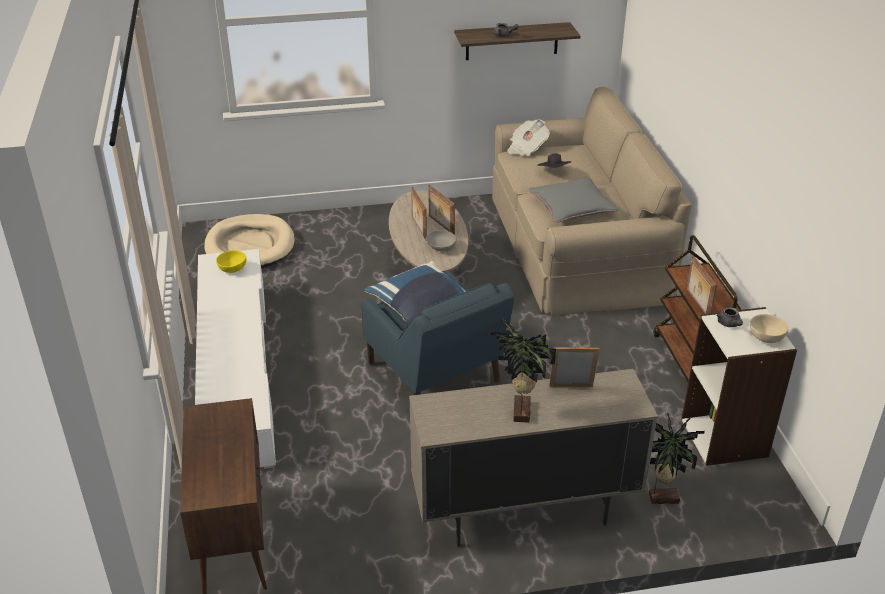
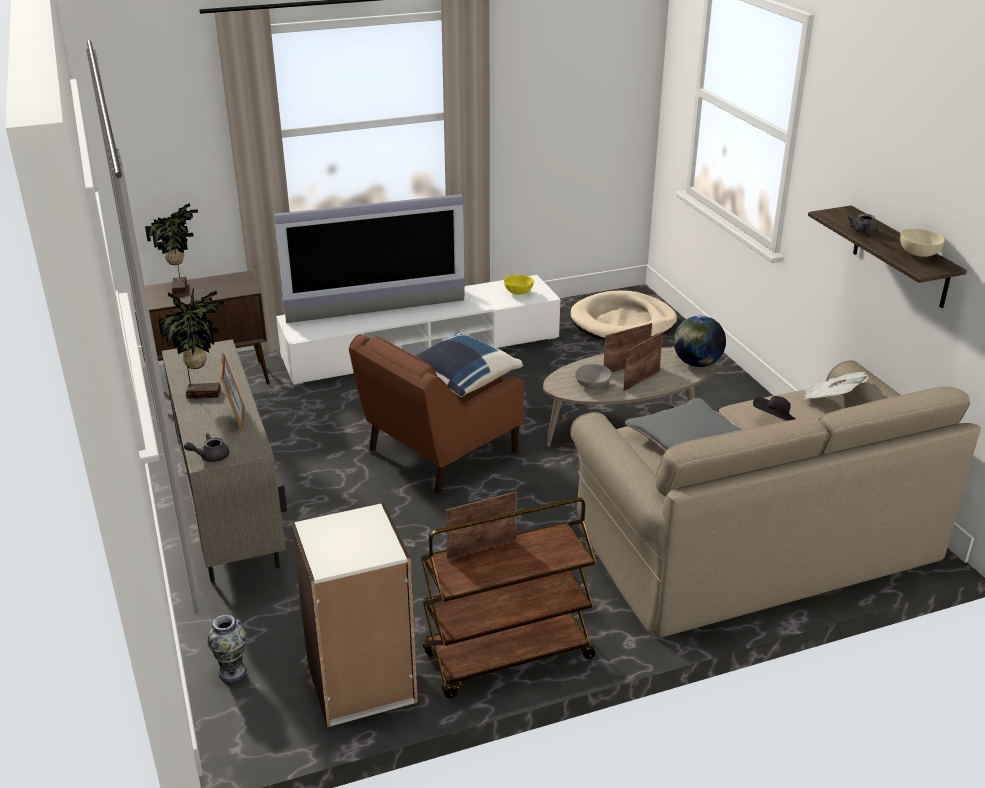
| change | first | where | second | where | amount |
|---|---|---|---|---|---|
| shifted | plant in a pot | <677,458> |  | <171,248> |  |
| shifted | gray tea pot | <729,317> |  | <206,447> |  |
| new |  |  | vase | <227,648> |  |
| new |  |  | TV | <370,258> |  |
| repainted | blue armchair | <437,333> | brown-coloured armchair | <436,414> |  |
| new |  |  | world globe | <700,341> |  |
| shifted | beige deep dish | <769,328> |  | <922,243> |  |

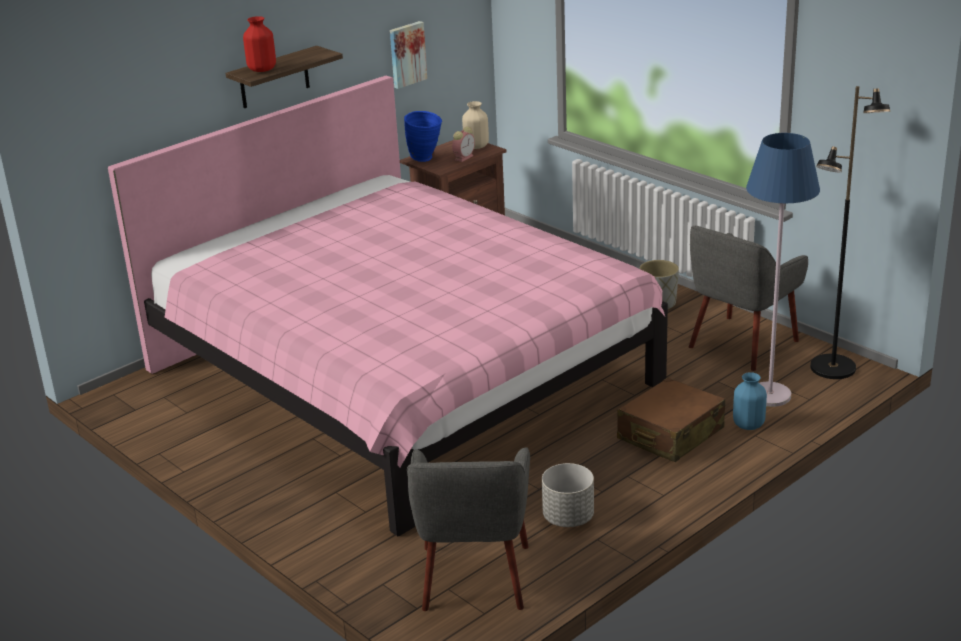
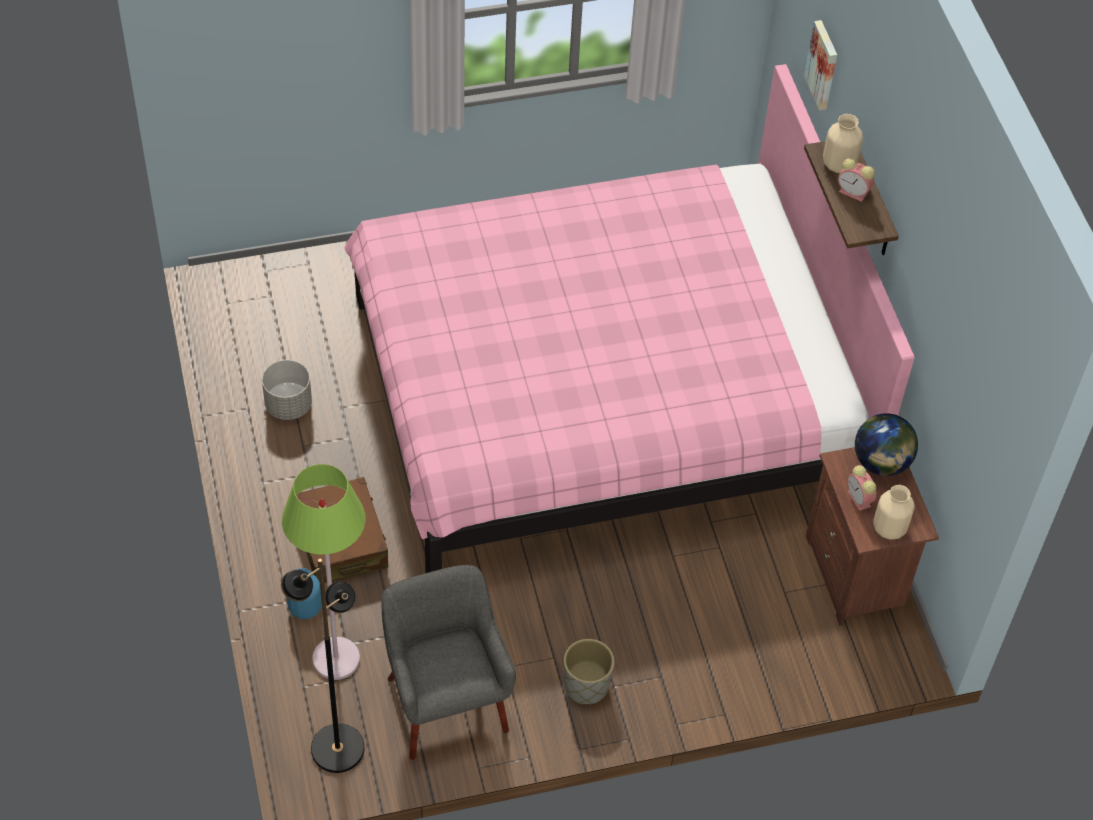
| change | first | where | second | where | amount |
|---|---|---|---|---|---|
| repainted | blue standard lamp | <783,270> | green standard lamp | <323,572> |  |
| shifted | picture | <408,55> |  | <820,65> |  |
| repainted | red vase | <259,44> | beige vase | <843,143> |  |
| new |  |  | alarm clock | <856,180> |  |
| swapped | blue vase | <423,136> | world globe | <886,444> |  |
| gone | gray armchair | <468,529> |  |  |  |

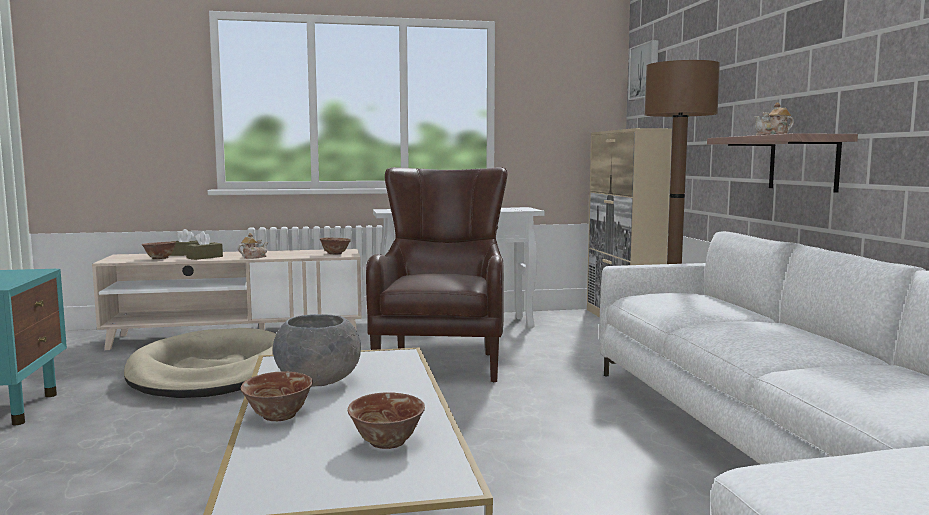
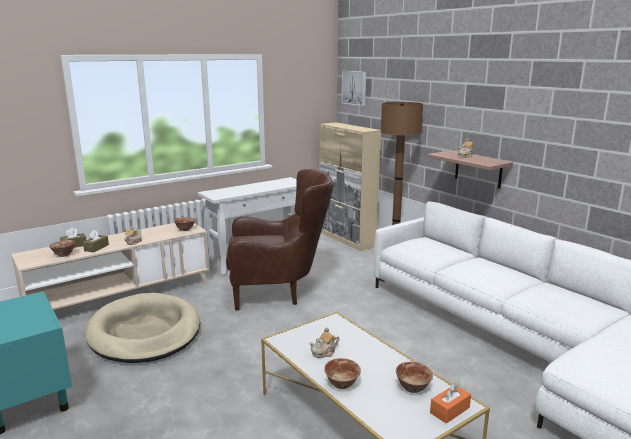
| change | first | where | second | where | amount |
|---|---|---|---|---|---|
| rotated | brown-coloured armchair | <437,274> |  | <280,239> | 105 degrees clockwise |
| swapped | gray deep dish | <317,350> | tea pot | <324,342> |  |
| new |  |  | orange tissue box | <450,403> |  |

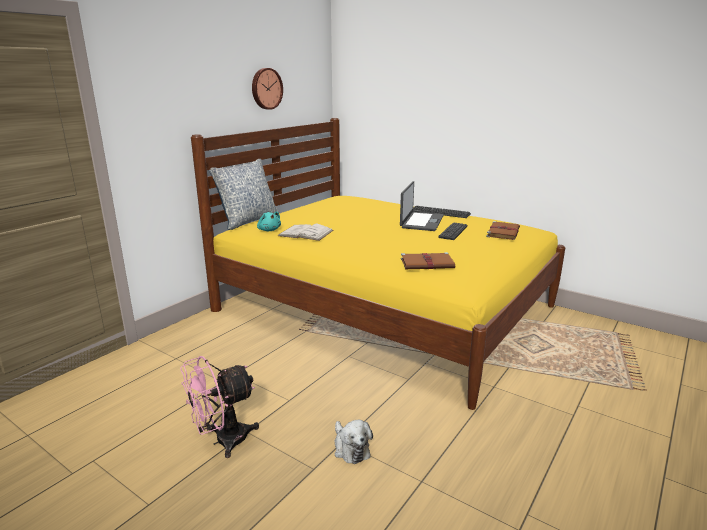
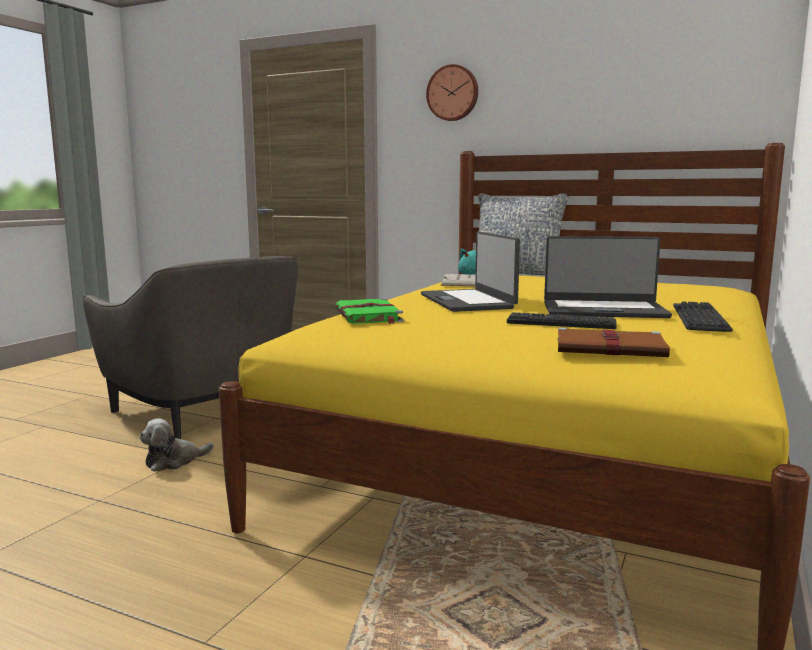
| change | first | where | second | where | amount |
|---|---|---|---|---|---|
| swapped | pinkish electric fan | <219,407> | gray armchair | <190,347> |  |
| repainted | brown-coloured book | <428,260> | green book | <370,311> |  |
| new |  |  | notebook computer | <470,271> |  |
| shifted | clock on the wall | <267,89> |  | <452,92> |  |

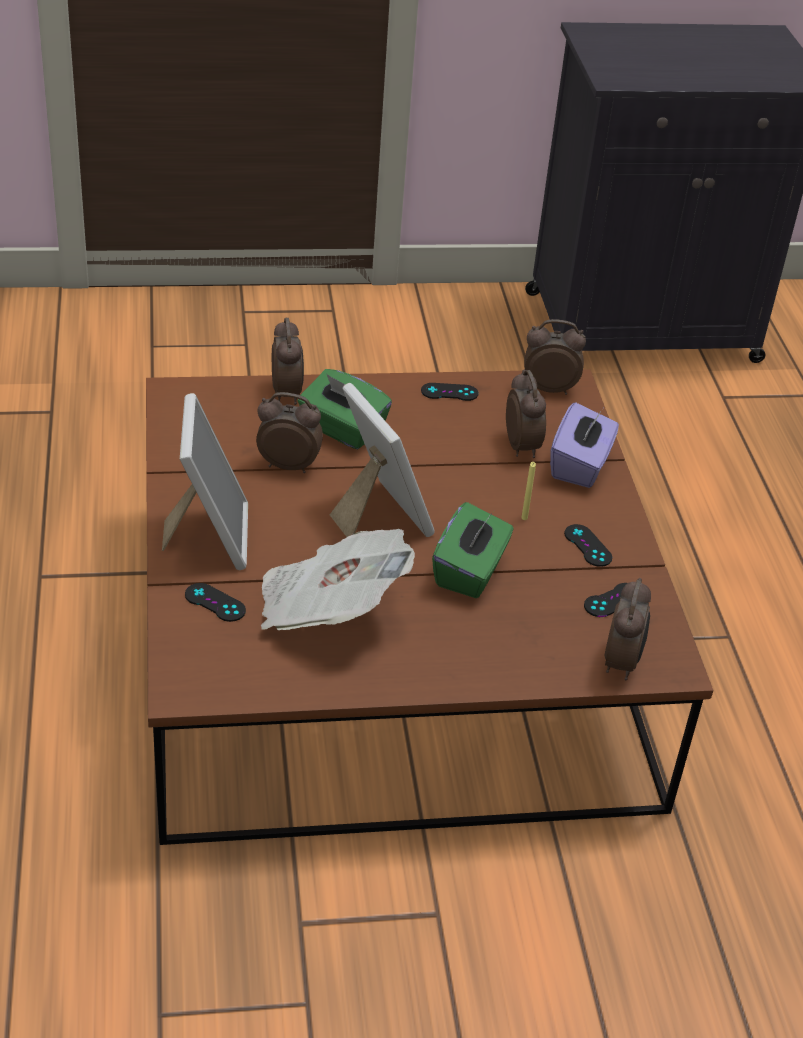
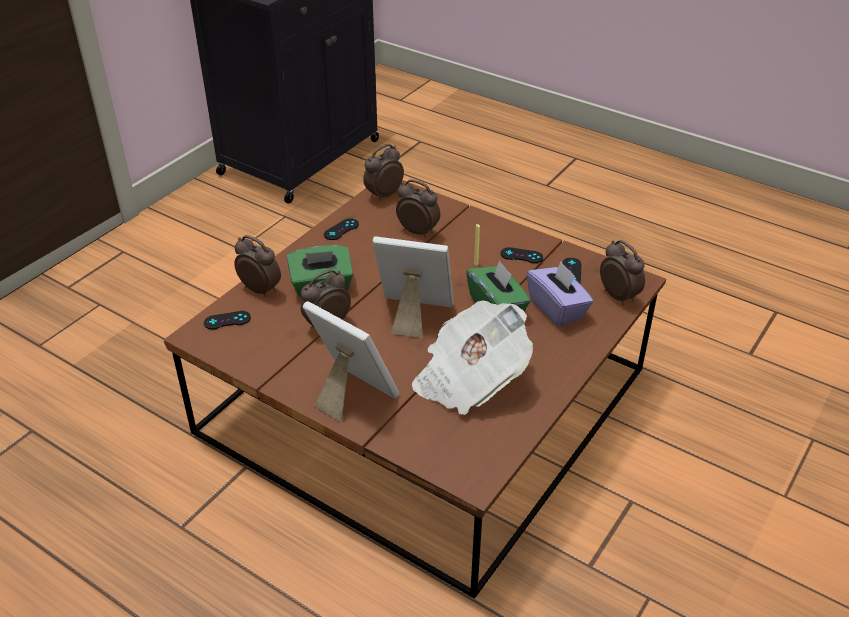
| change | first | where | second | where | amount |
|---|---|---|---|---|---|
| shifted | black game controller | <215,602> |  | <227,320> |  |
| shifted | purple-coloured tissue box | <584,445> |  | <560,294> |  |

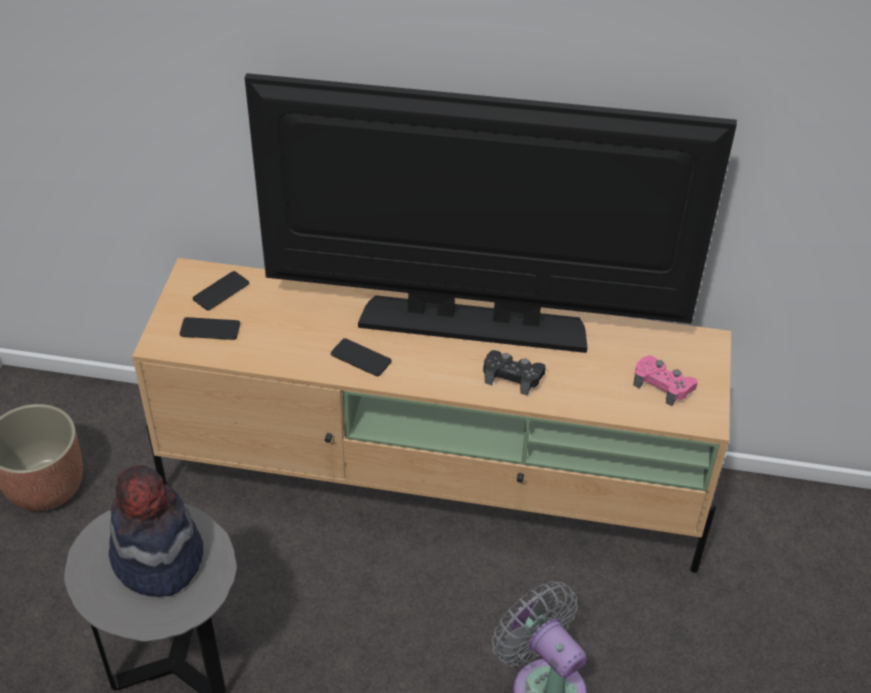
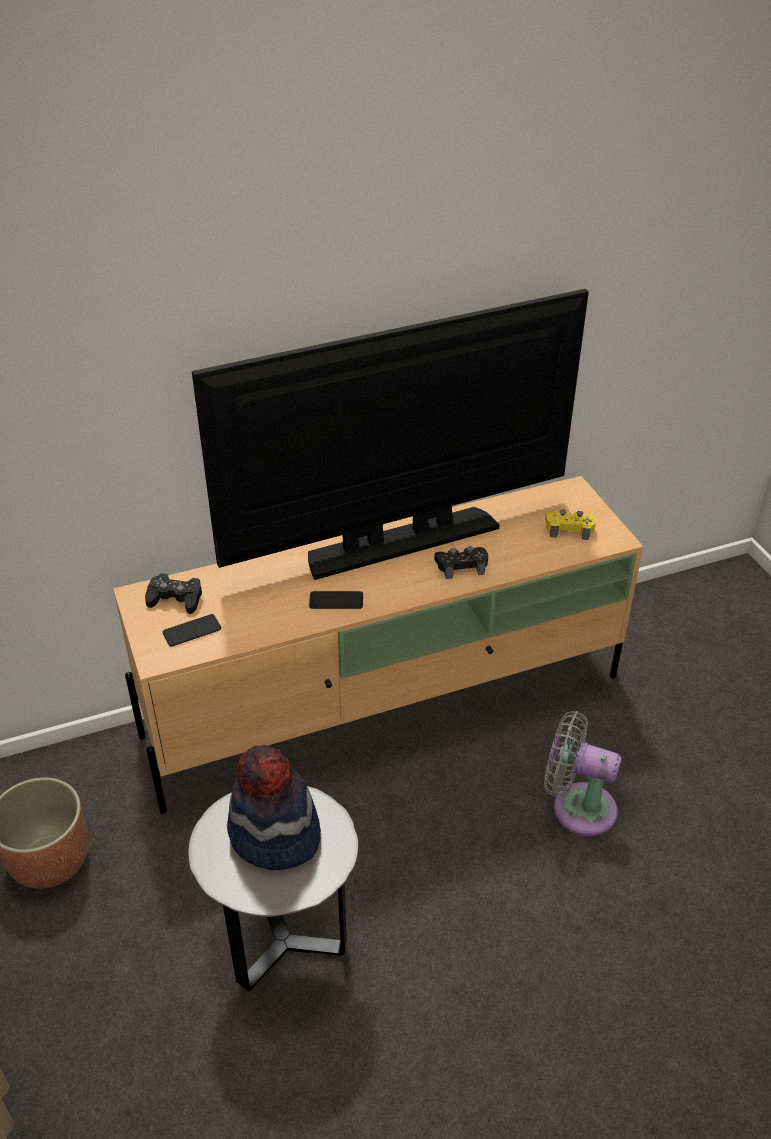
| change | first | where | second | where | amount |
|---|---|---|---|---|---|
| swapped | telephone | <221,290> | black game controller | <173,593> |  |
| repainted | pinkish game controller | <665,380> | yellow game controller | <570,524> |  |

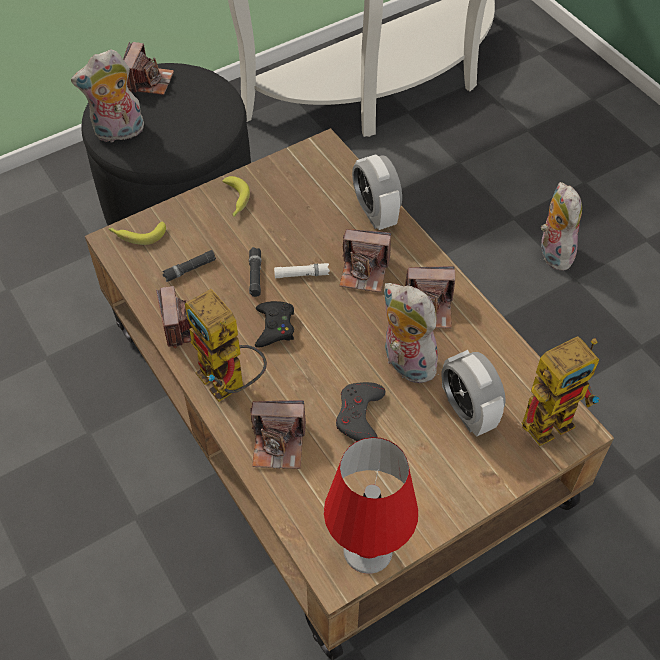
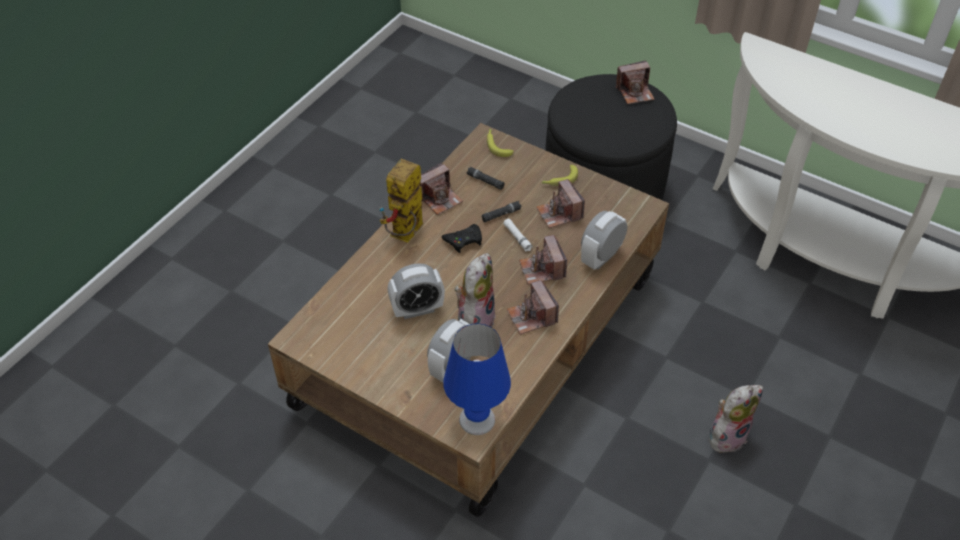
| change | first | where | second | where | amount |
|---|---|---|---|---|---|
| swapped | gray game controller | <360,411> | alarm clock | <416,291> |  |
| swapped | model robot | <561,391> | blue tabletop lamp | <477,379> |  |
| shifted | photo camera | <278,434> |  | <560,203> |  |
| gone | plush toy | <107,96> |  |  |  |
| gone | red tabletop lamp | <371,505> |  |  |  |

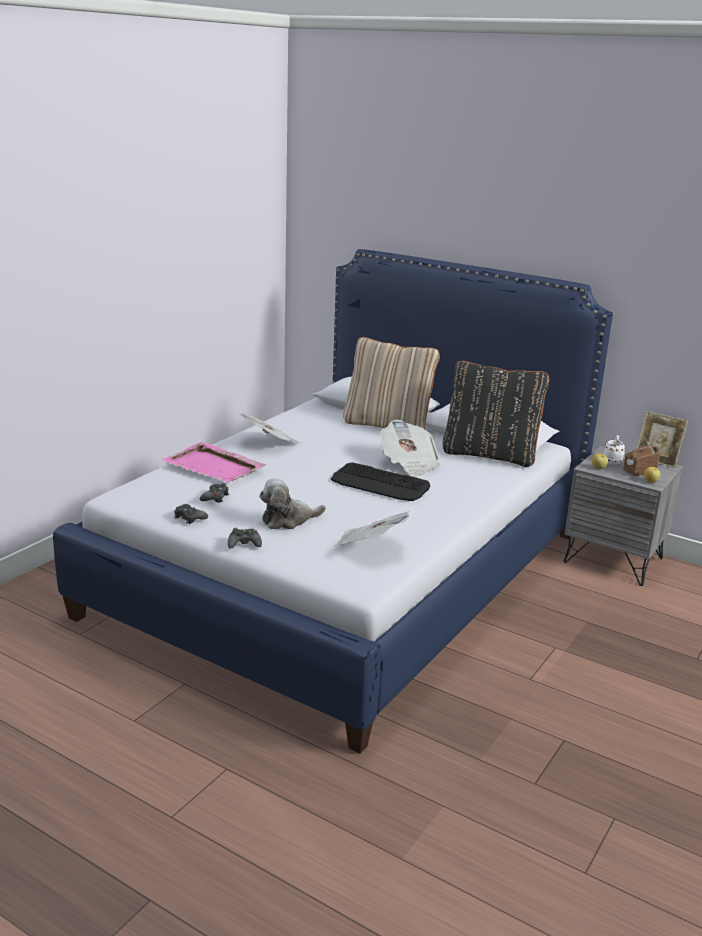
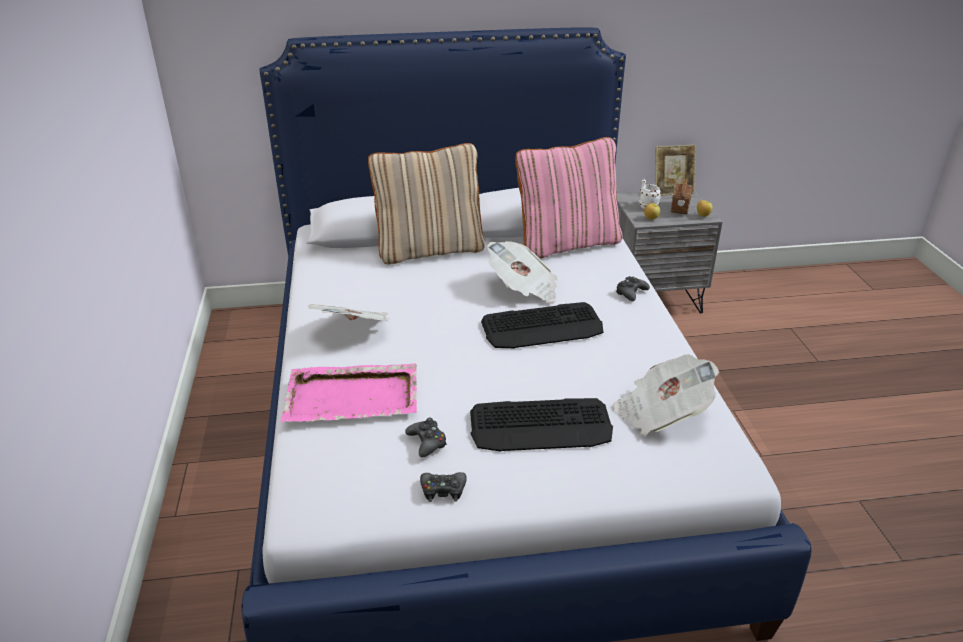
| change | first | where | second | where | amount |
|---|---|---|---|---|---|
| swapped | plush toy | <292,504> | computer keyboard | <541,425> |  |
| repainted | black pillow | <495,414> | pinkish pillow | <568,198> |  |
| shifted | black game controller | <245,538> |  | <633,288> |  |

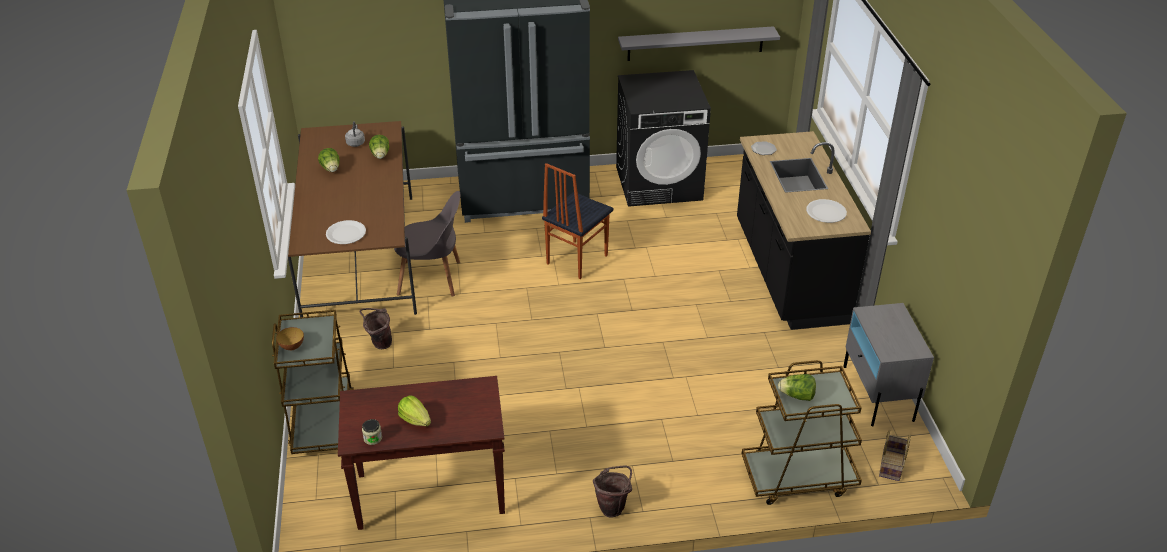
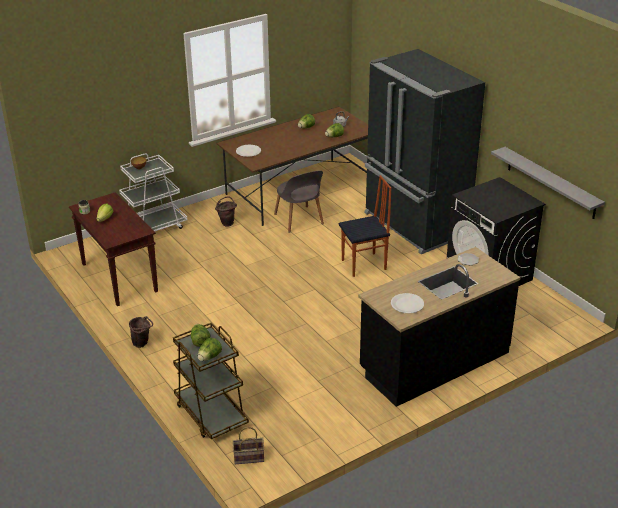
| change | first | where | second | where | amount |
|---|---|---|---|---|---|
| repainted | brown-coloured trolley | <313,382> | white-coloured trolley | <153,192> |  |
| new |  |  | lettuce head | <210,349> |  |
| rotated | plain chair | <577,221> |  | <365,226> | 150 degrees clockwise |
| gone | gray night table | <888,364> |  |  |  |

